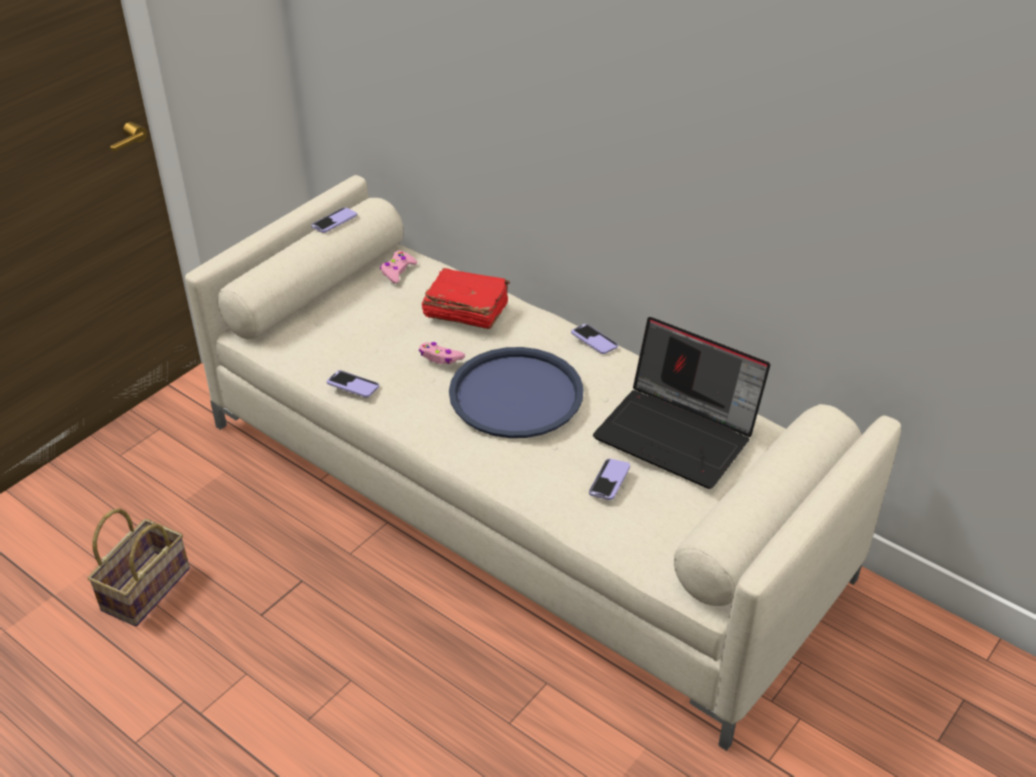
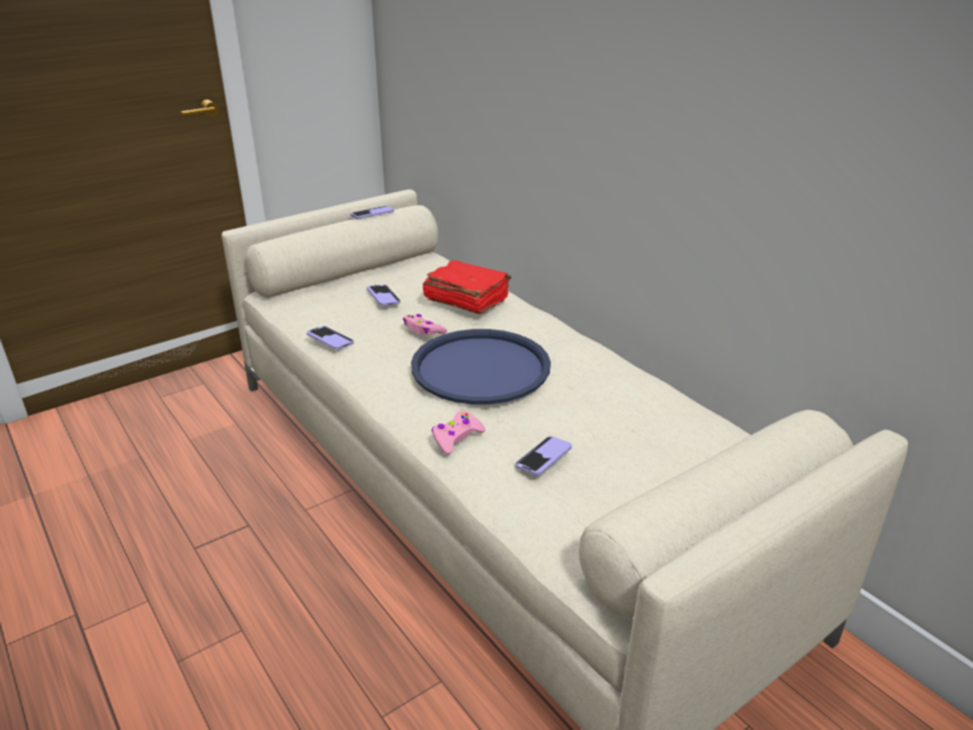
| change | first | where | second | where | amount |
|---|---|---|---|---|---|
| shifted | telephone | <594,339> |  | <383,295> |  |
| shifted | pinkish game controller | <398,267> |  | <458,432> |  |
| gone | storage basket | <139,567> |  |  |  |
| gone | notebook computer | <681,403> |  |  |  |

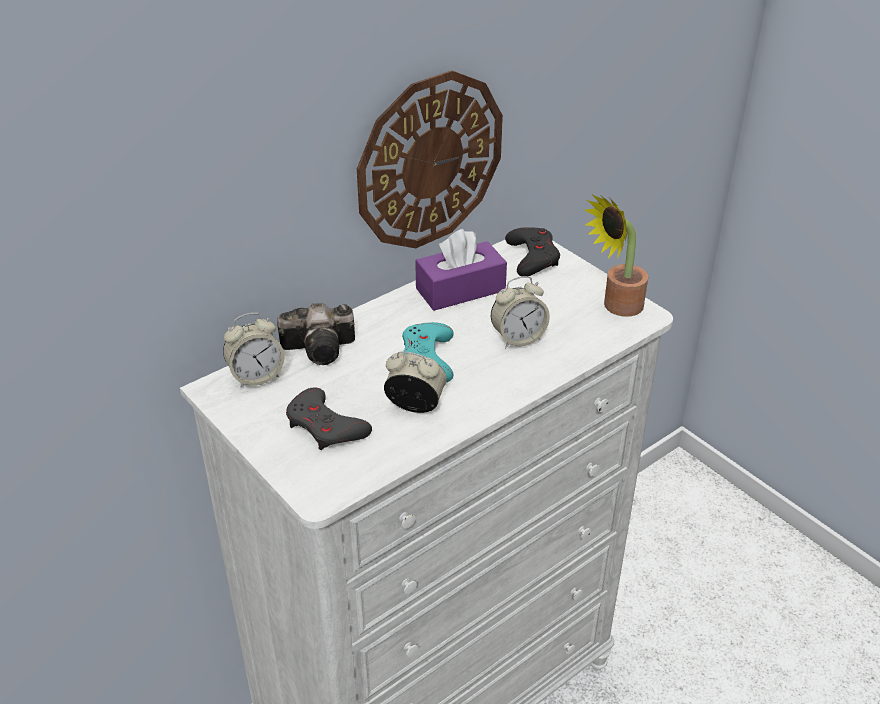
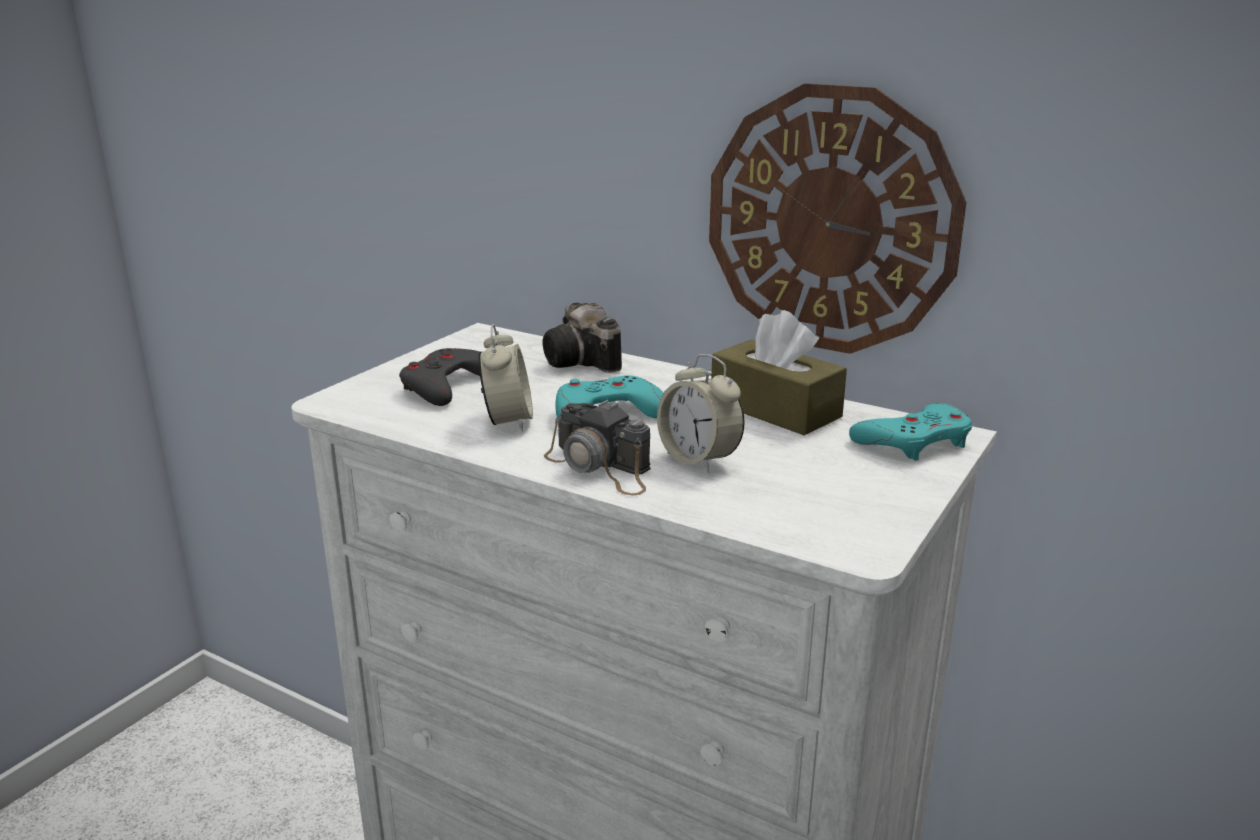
| change | first | where | second | where | amount |
|---|---|---|---|---|---|
| new |  |  | photo camera | <597,448> |  |
| repainted | purple-coloured tissue box | <461,270> | brown-coloured tissue box | <779,372> |  |
| repainted | black game controller | <532,251> | turquoise game controller | <910,432> |  |
| gone | alarm clock | <253,350> |  |  |  |
| gone | plant in a pot | <616,255> |  |  |  |

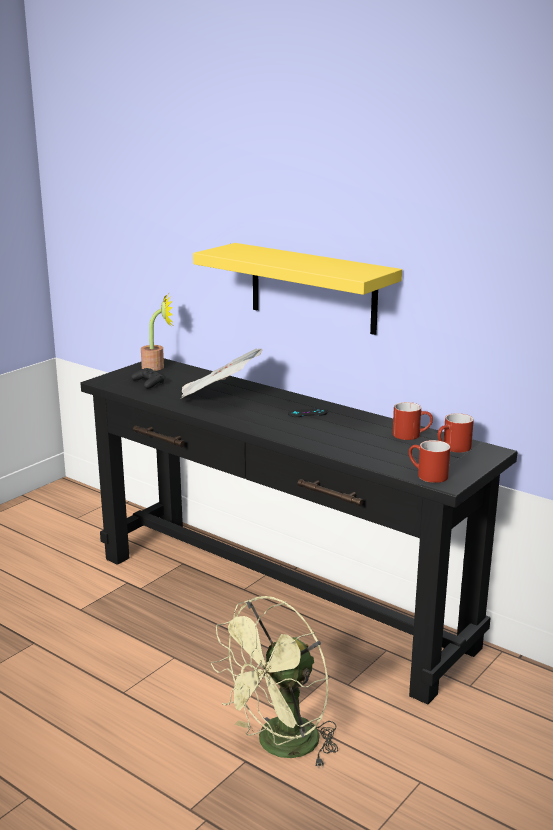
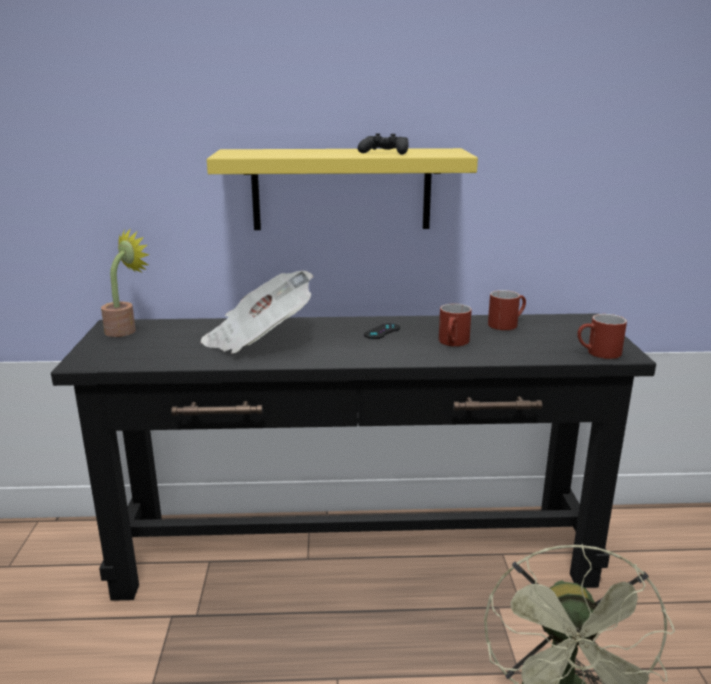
| change | first | where | second | where | amount |
|---|---|---|---|---|---|
| shifted | black game controller | <147,378> |  | <383,144> |  |
| shifted | red coffee mug | <456,433> |  | <455,325> |  |

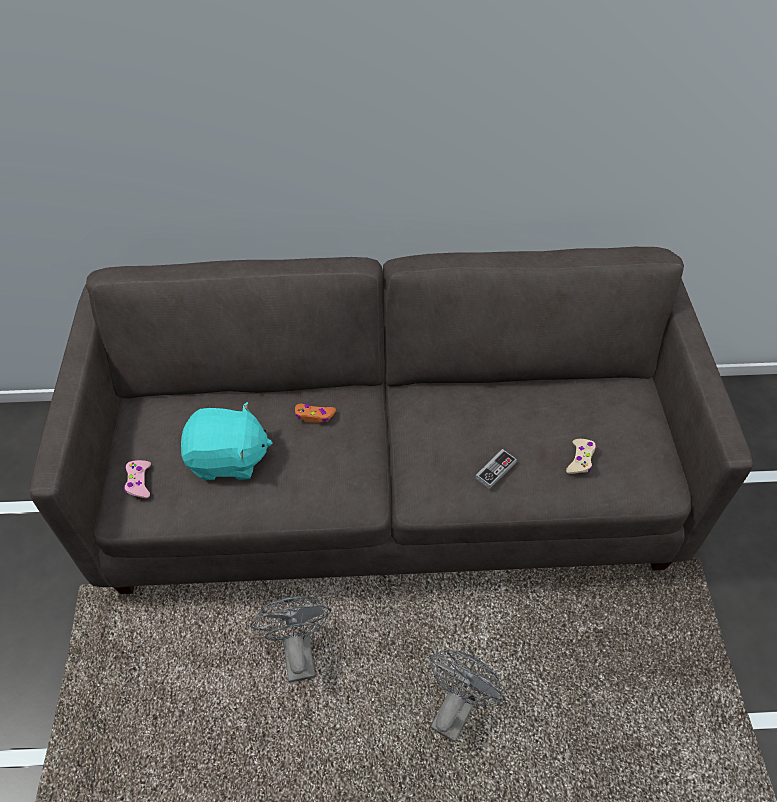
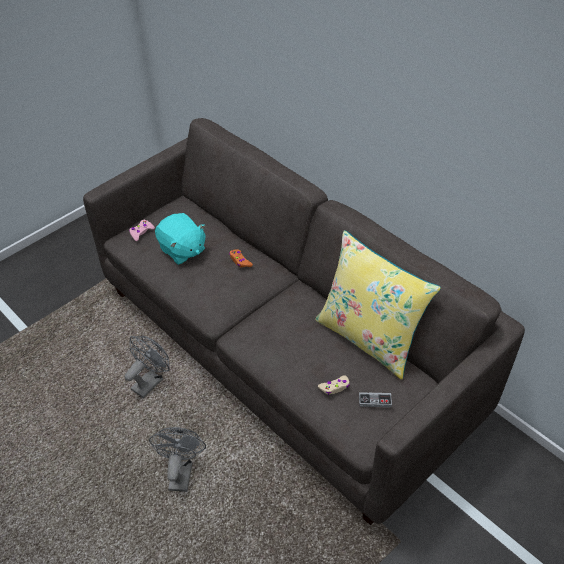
| change | first | where | second | where | amount |
|---|---|---|---|---|---|
| rotated | gray electric fan | <467,695> |  | <177,459> | 75 degrees counterclockwise |
| new |  |  | yellow pillow | <378,305> |  |
| shifted | game controller | <496,469> |  | <375,399> |  |

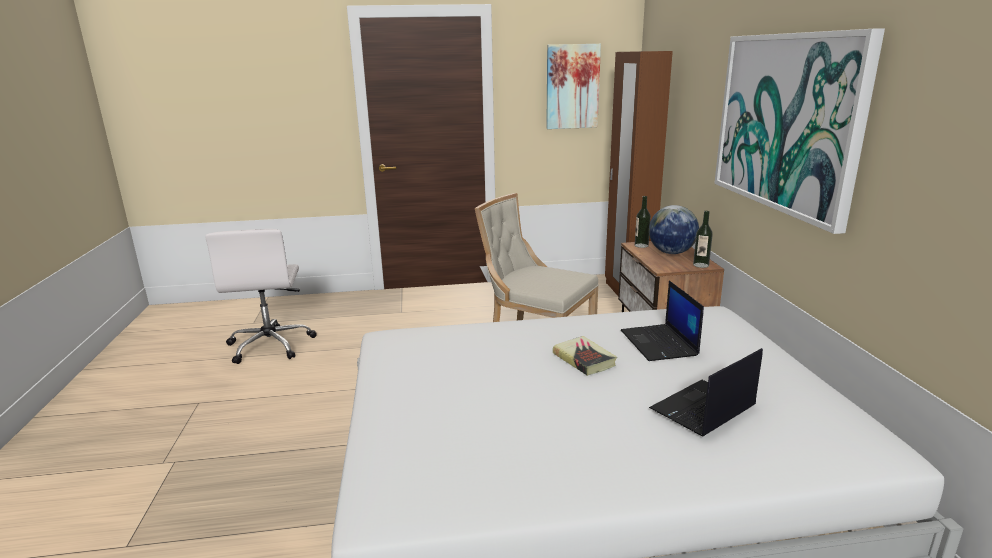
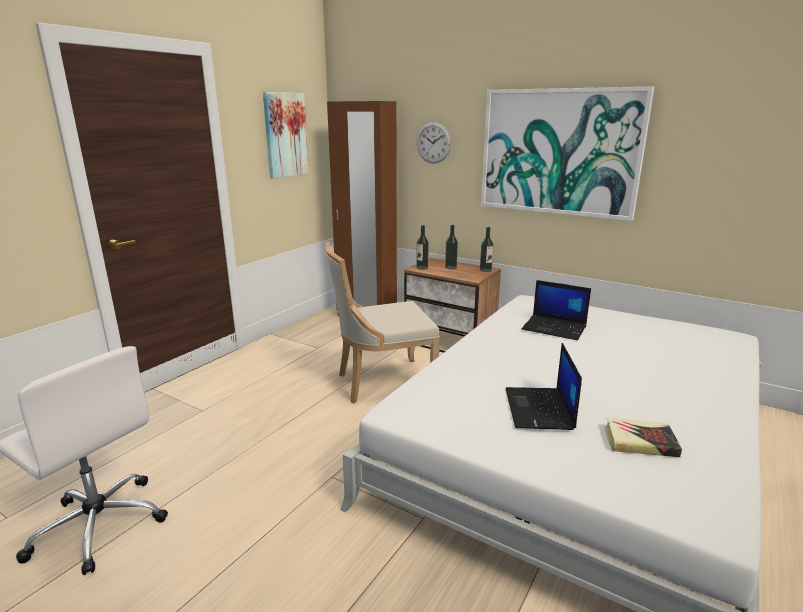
| change | first | where | second | where | amount |
|---|---|---|---|---|---|
| new |  |  | clock on the wall | <433,142> |  |
| swapped | world globe | <674,229> | beverage bottle | <451,247> |  |
| shifted | notebook computer | <706,392> |  | <543,386> |  |
| shifted | book | <585,356> |  | <643,437> |  |

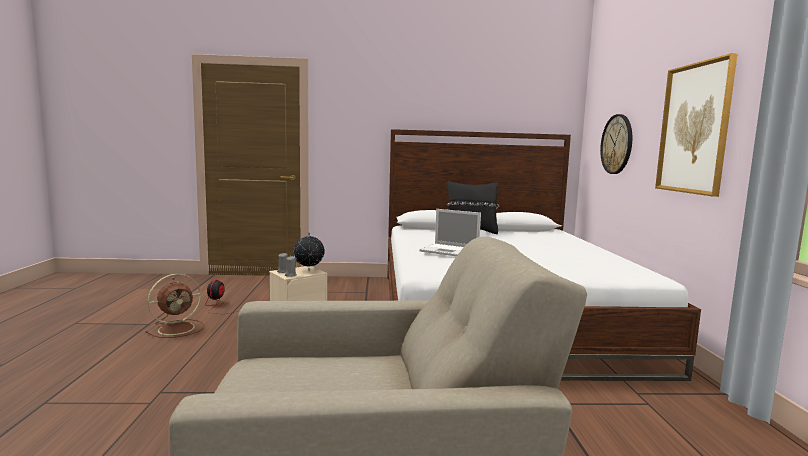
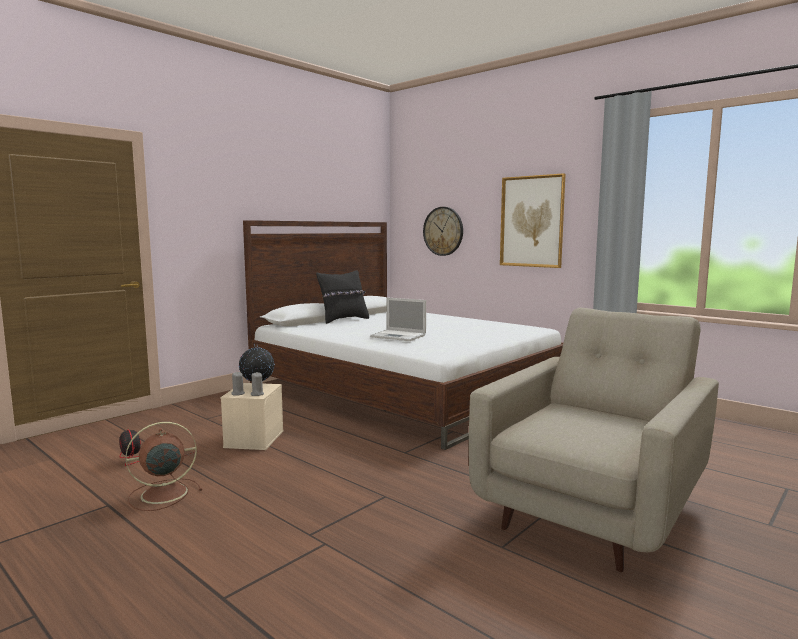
| change | first | where | second | where | amount |
|---|---|---|---|---|---|
| rotated | brown-coloured electric fan | <174,306> |  | <163,466> | 120 degrees counterclockwise |
| rotated | notebook computer | <450,233> |  | <398,319> | 45 degrees clockwise |

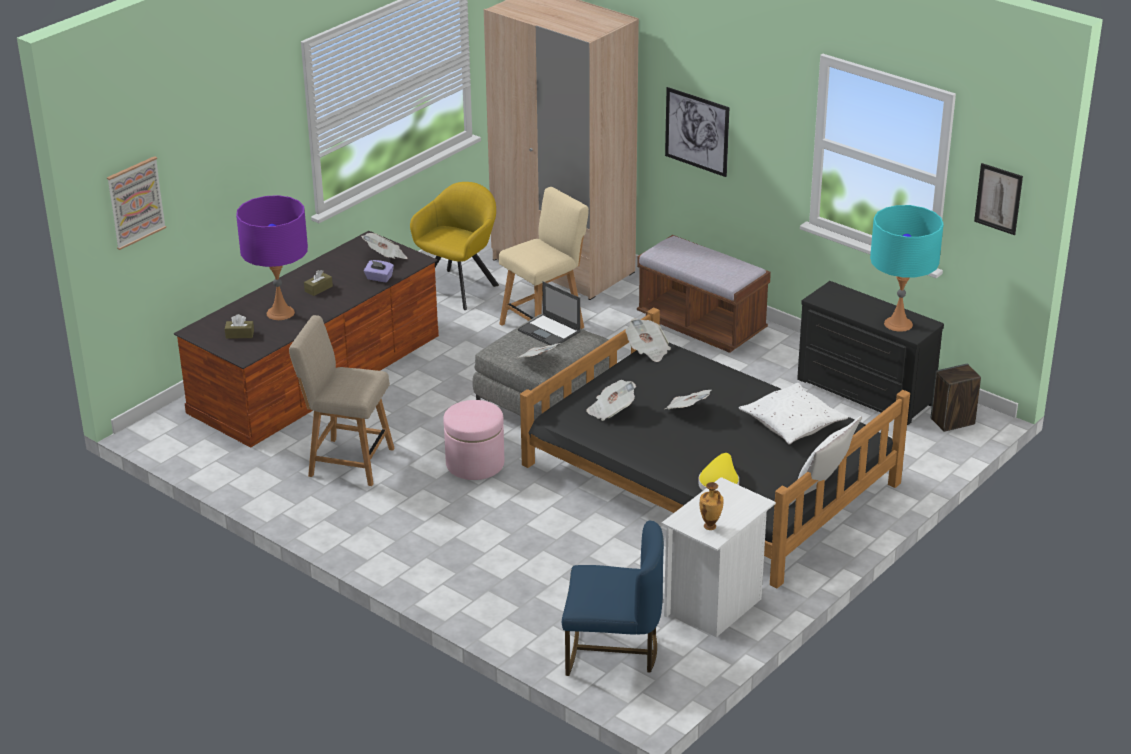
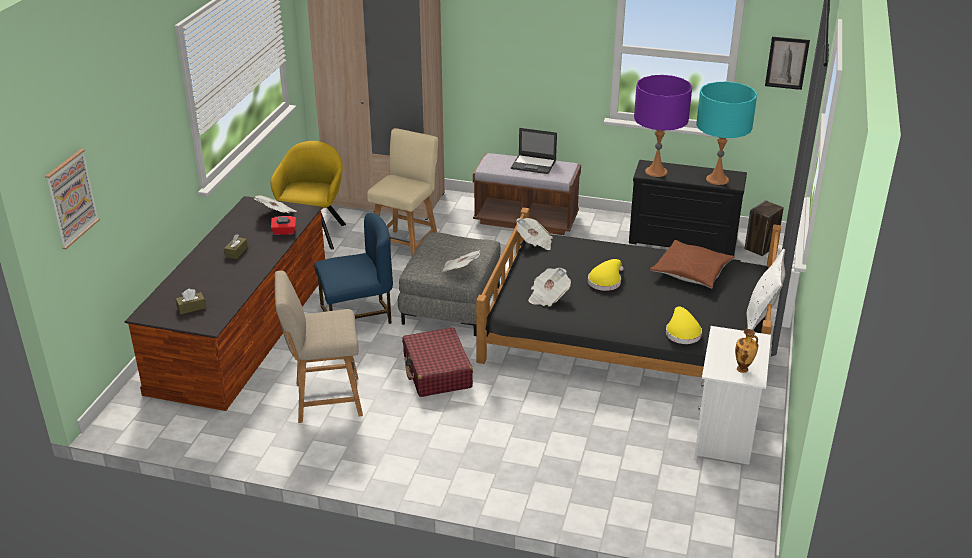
| change | first | where | second | where | amount |
|---|---|---|---|---|---|
| repainted | purple-coloured tissue box | <379,271> | red tissue box | <283,225> |  |
| shifted | blue plain chair | <613,598> |  | <353,268> |  |
| swapped | pinkish pouffe | <473,440> | red piece of luggage | <437,362> |  |
| shifted | notebook computer | <549,314> |  | <534,151> |  |
| swapped | daily paper | <688,399> | yellow clothing hat | <606,275> |  |
| shifted | purple-coloured tabletop lamp | <272,257> |  | <663,126> |  |
| repainted | white-coloured pillow | <793,414> | brown-coloured pillow | <692,264> |  |
| gone | picture | <697,132> |  |  |  |

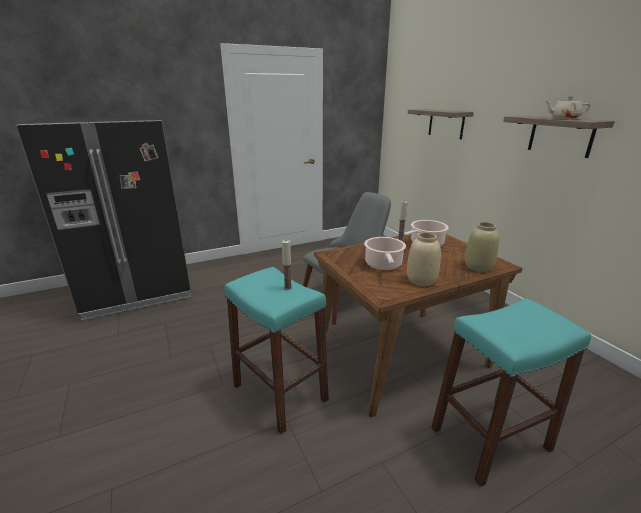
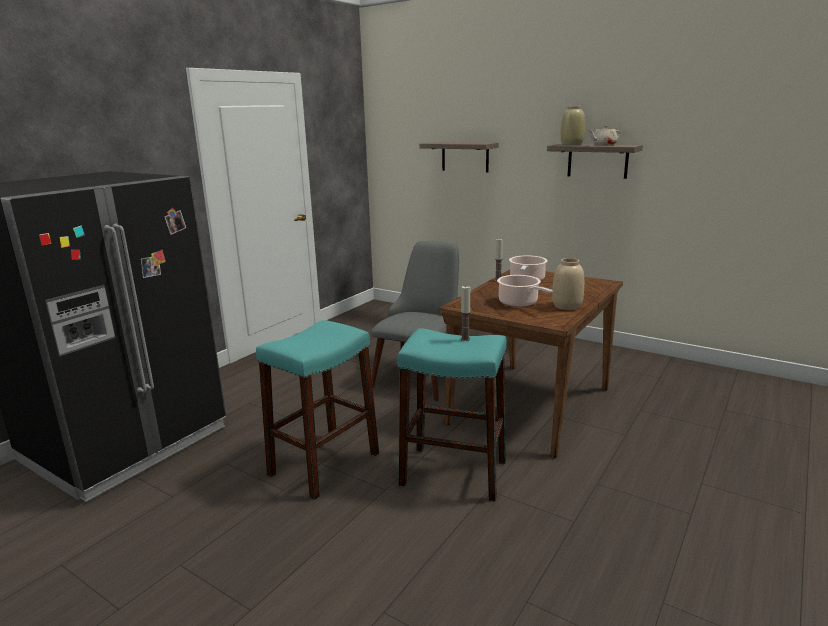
| change | first | where | second | where | amount |
|---|---|---|---|---|---|
| shifted | turquoise sitting stool | <511,392> |  | <317,410> |  |
| shifted | beige vase | <482,247> |  | <572,125> |  |

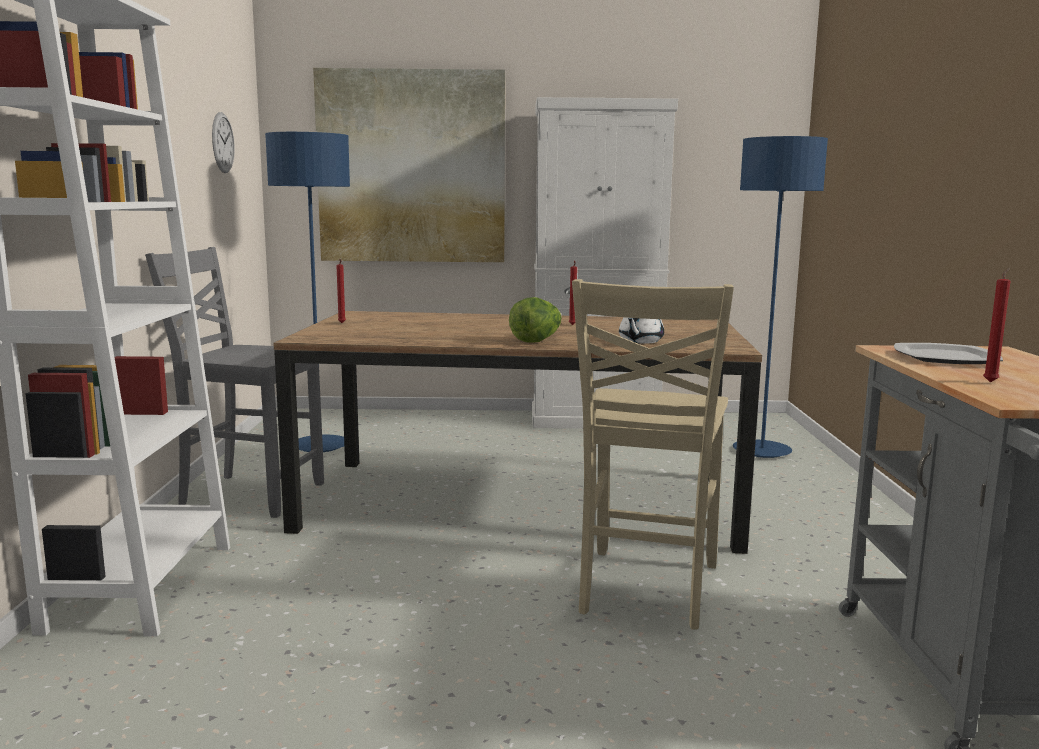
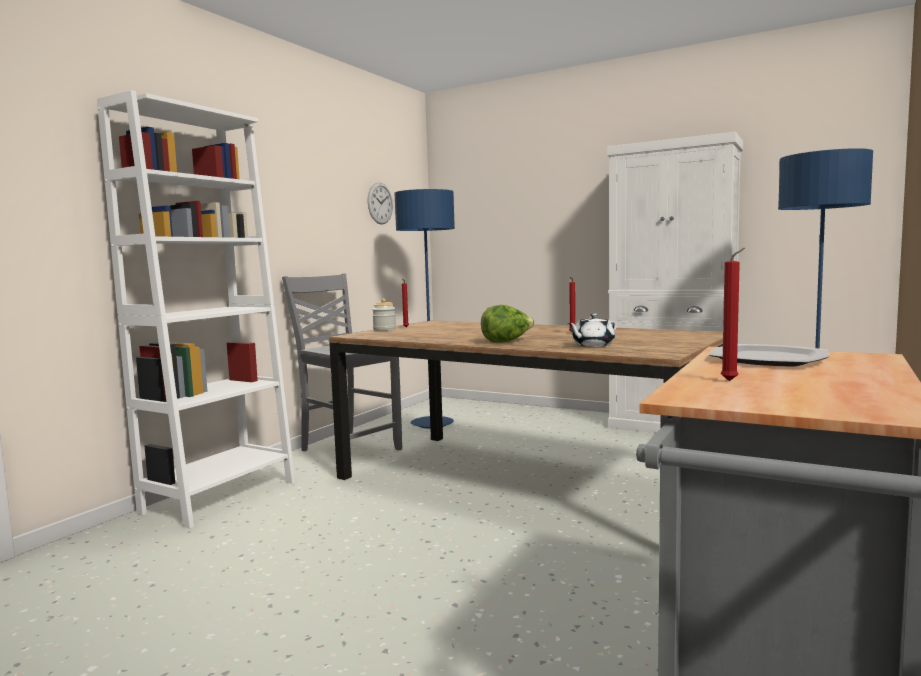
| change | first | where | second | where | amount |
|---|---|---|---|---|---|
| new |  |  | preserve jar | <384,314> |  |
| gone | picture | <409,165> |  |  |  |
| gone | beige plain chair | <653,454> |  |  |  |

